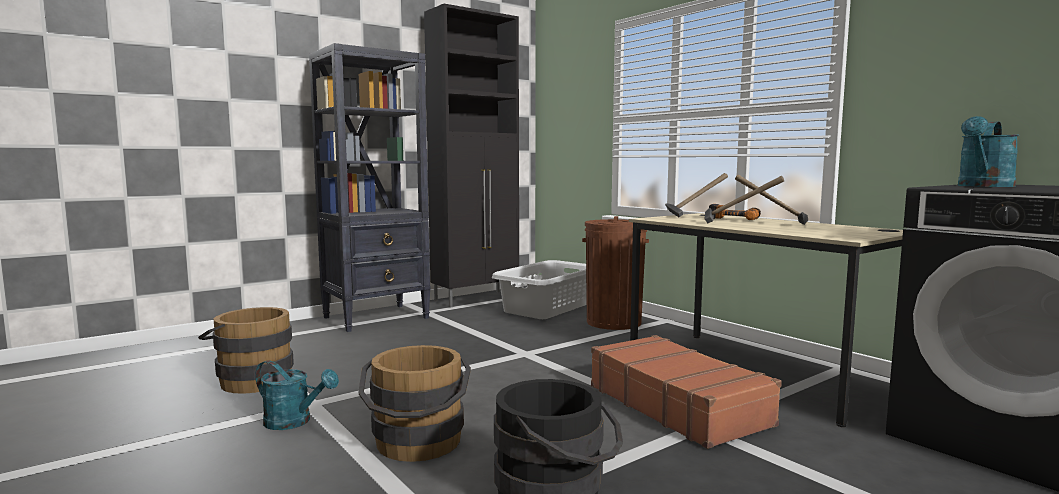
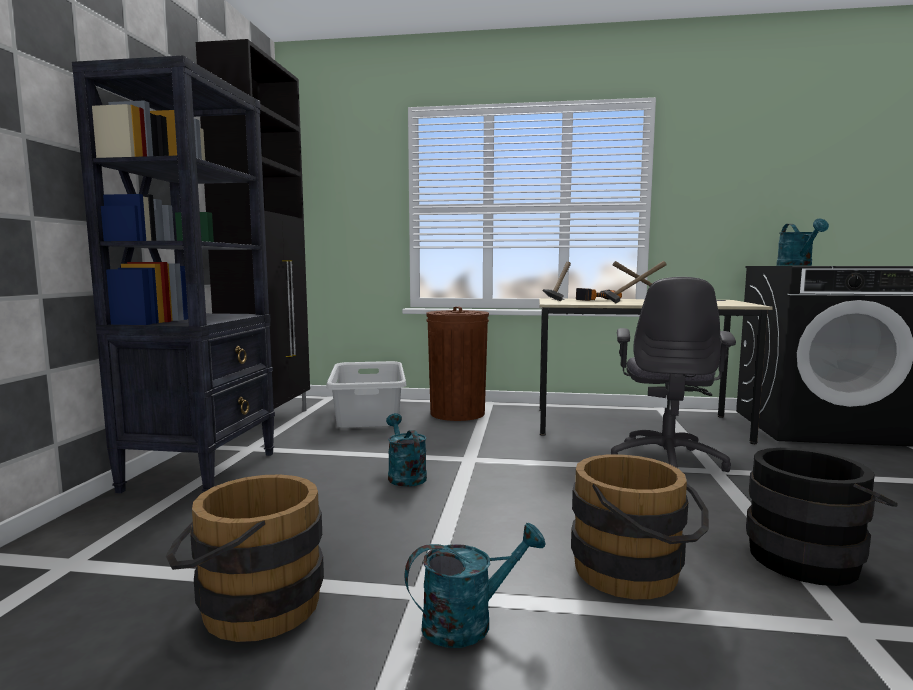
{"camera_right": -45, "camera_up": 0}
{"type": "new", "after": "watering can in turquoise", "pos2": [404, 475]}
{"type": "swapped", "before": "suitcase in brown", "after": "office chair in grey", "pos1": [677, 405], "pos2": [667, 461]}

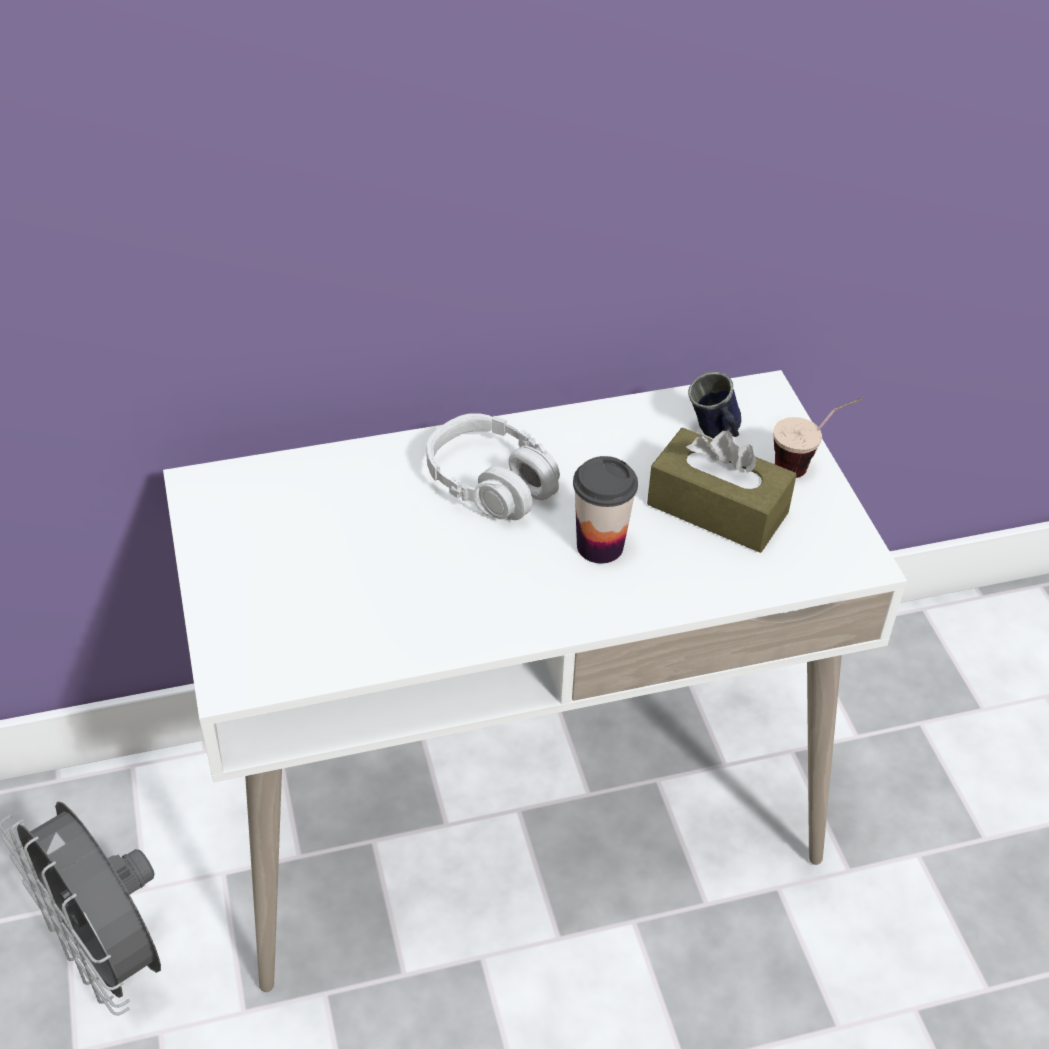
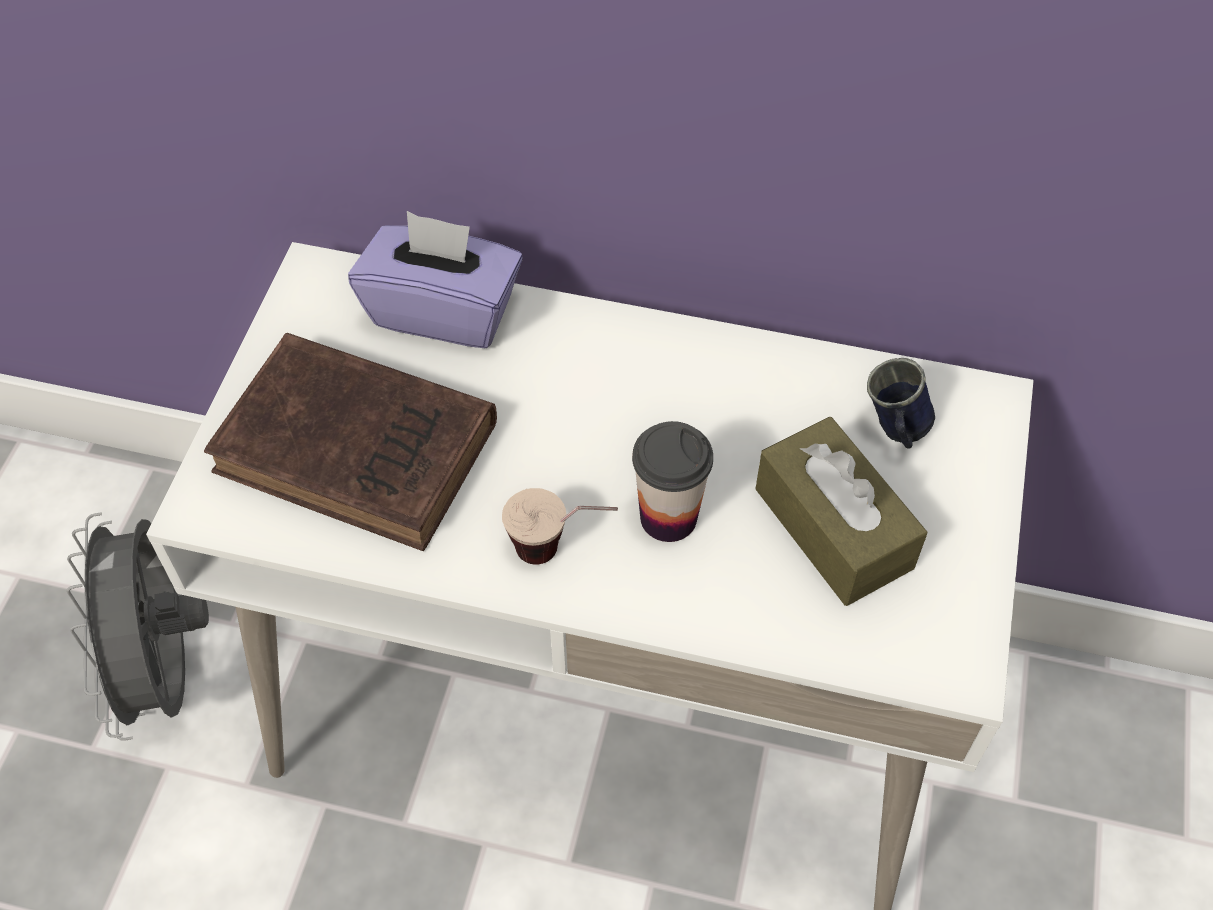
{"camera_right": 30, "camera_up": 10}
{"type": "new", "after": "book in brown", "pos2": [363, 450]}
{"type": "new", "after": "tissue box in purple", "pos2": [444, 311]}
{"type": "shifted", "before": "cup", "pos1": [808, 465], "pos2": [561, 552]}
{"type": "gone", "before": "headphones in grey", "pos1": [491, 483]}

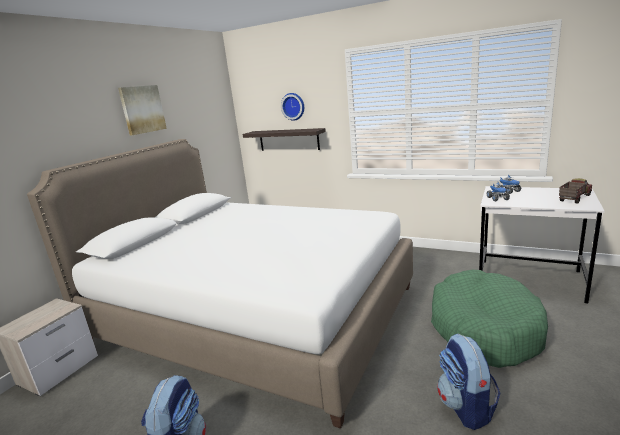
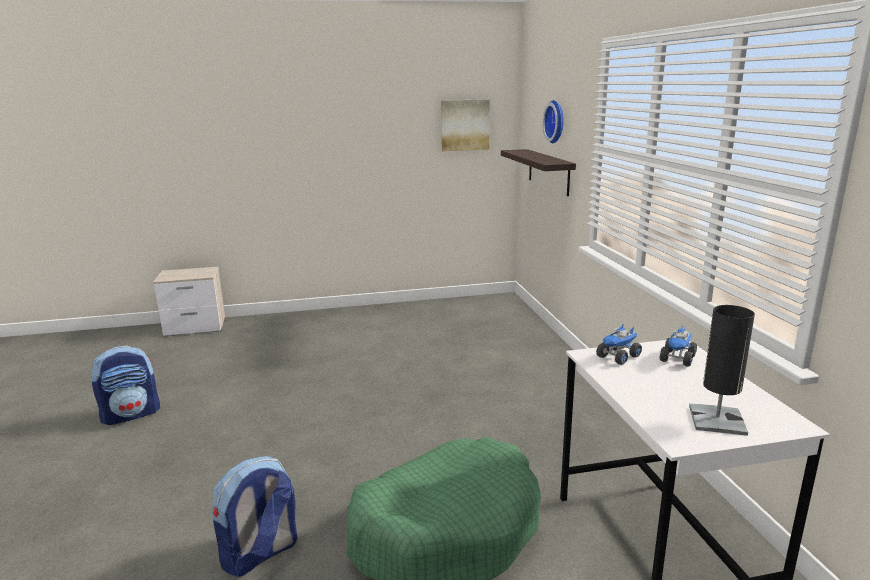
{"camera_right": 50, "camera_up": 0}
{"type": "shifted", "before": "picture", "pos1": [142, 109], "pos2": [464, 125]}
{"type": "swapped", "before": "toy truck", "after": "table lamp in black", "pos1": [573, 198], "pos2": [717, 420]}
{"type": "gone", "before": "bed in white", "pos1": [254, 314]}

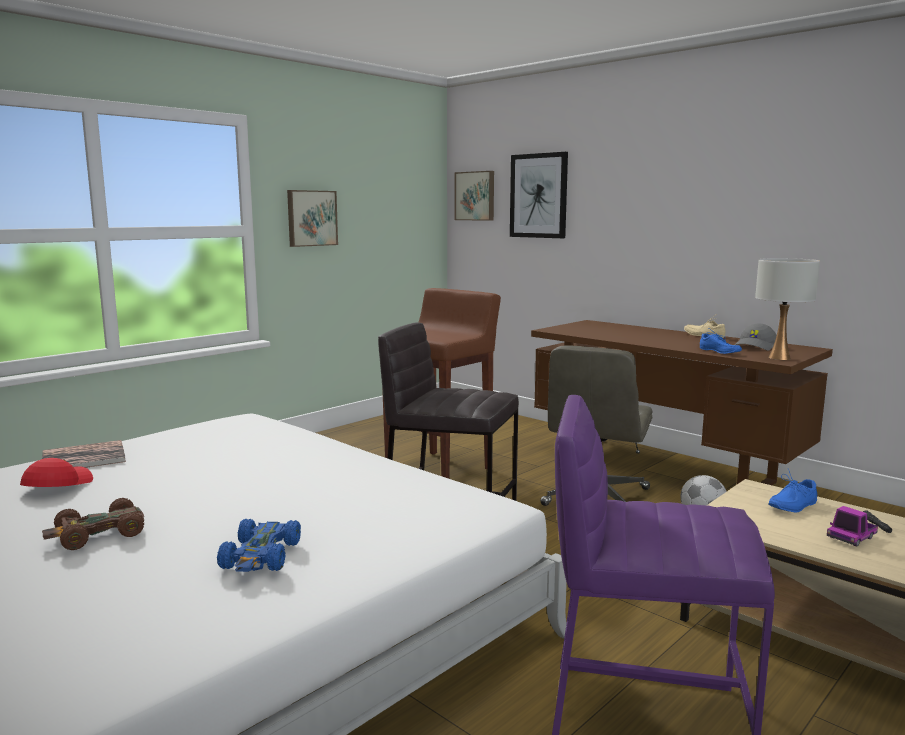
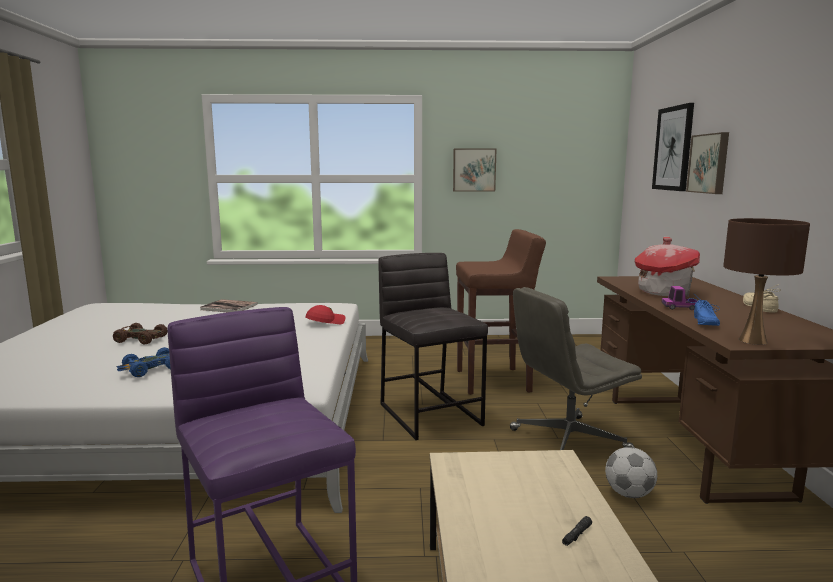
{"camera_right": 45, "camera_up": 0}
{"type": "shifted", "before": "cap in red", "pos1": [57, 486], "pos2": [325, 322]}
{"type": "new", "after": "toy house", "pos2": [664, 292]}
{"type": "shifted", "before": "toy truck", "pos1": [851, 537], "pos2": [680, 307]}
{"type": "shifted", "before": "picture", "pos1": [475, 196], "pos2": [709, 163]}
{"type": "repainted", "before": "table lamp in white", "after": "table lamp in brown", "pos1": [779, 358], "pos2": [752, 341]}
{"type": "gone", "before": "cap in grey", "pos1": [755, 346]}
{"type": "gone", "before": "shoe in blue", "pos1": [790, 505]}

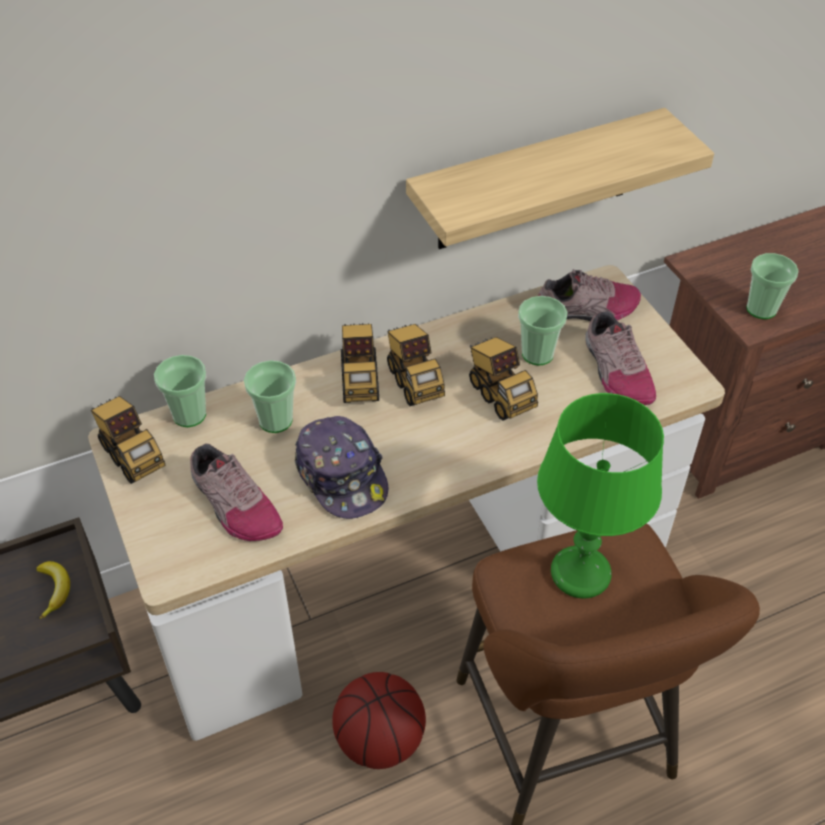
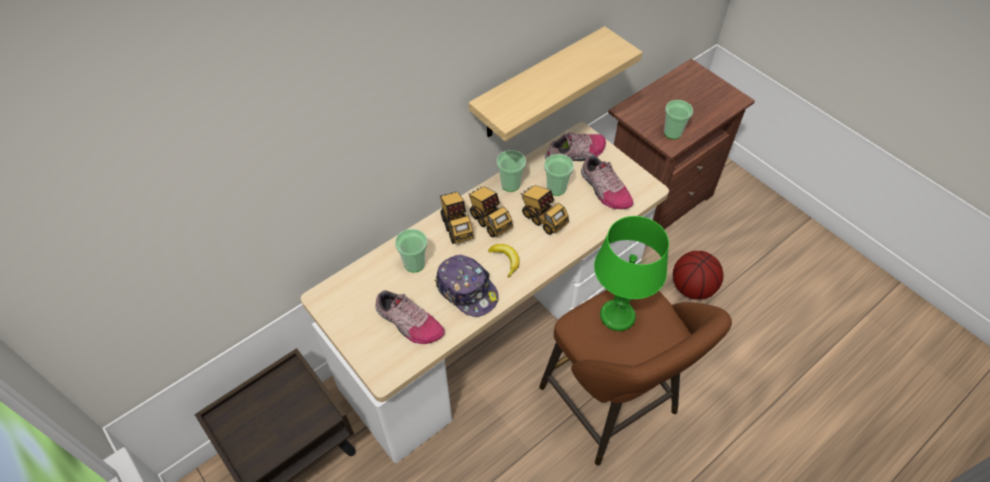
{"camera_right": -15, "camera_up": 5}
{"type": "shifted", "before": "banana", "pos1": [54, 590], "pos2": [505, 260]}
{"type": "shifted", "before": "cup", "pos1": [189, 414], "pos2": [510, 184]}
{"type": "shifted", "before": "basketball", "pos1": [381, 740], "pos2": [693, 288]}
{"type": "gone", "before": "toy truck", "pos1": [132, 455]}

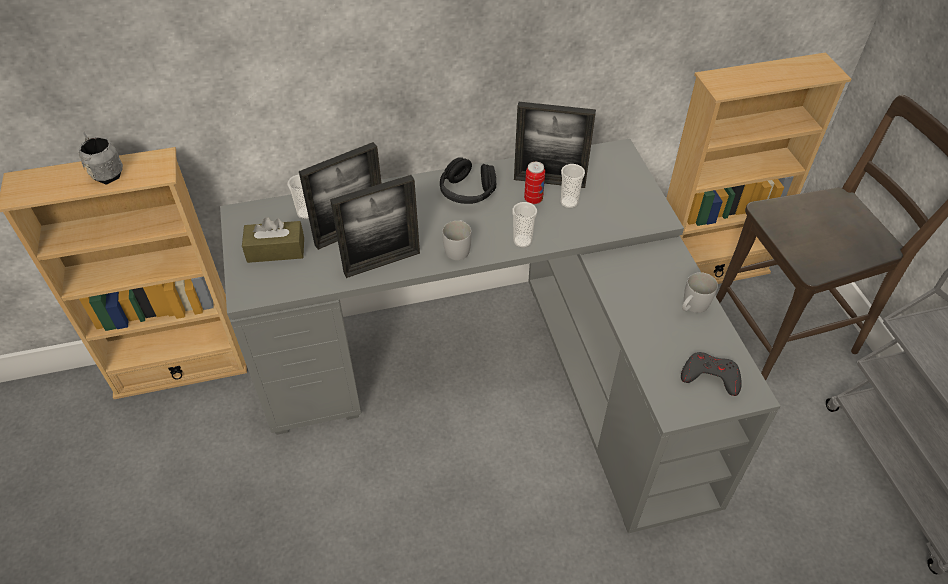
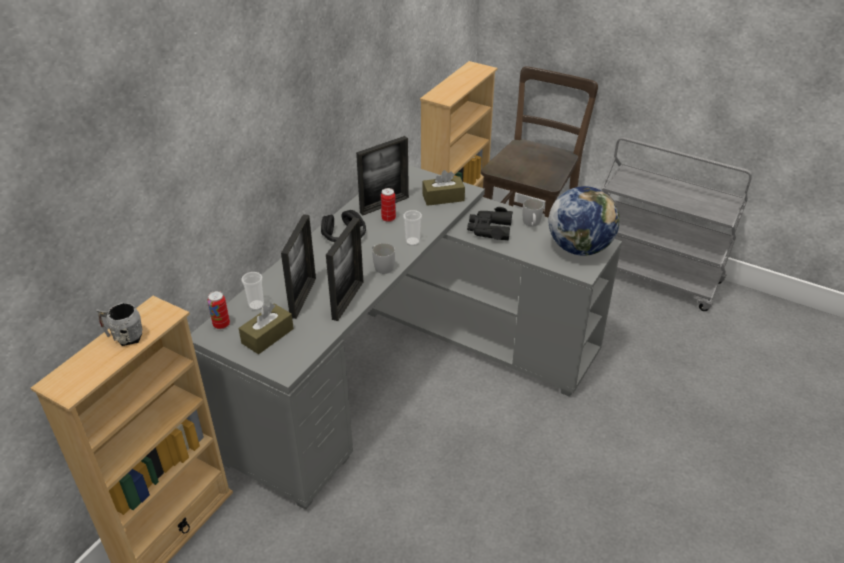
{"camera_right": -45, "camera_up": -10}
{"type": "new", "after": "can", "pos2": [221, 325]}
{"type": "new", "after": "tissue box in brown", "pos2": [443, 198]}
{"type": "new", "after": "binoculars in black", "pos2": [489, 229]}
{"type": "swapped", "before": "game controller in grey", "after": "globe", "pos1": [710, 376], "pos2": [579, 248]}
{"type": "gone", "before": "cup", "pos1": [569, 202]}

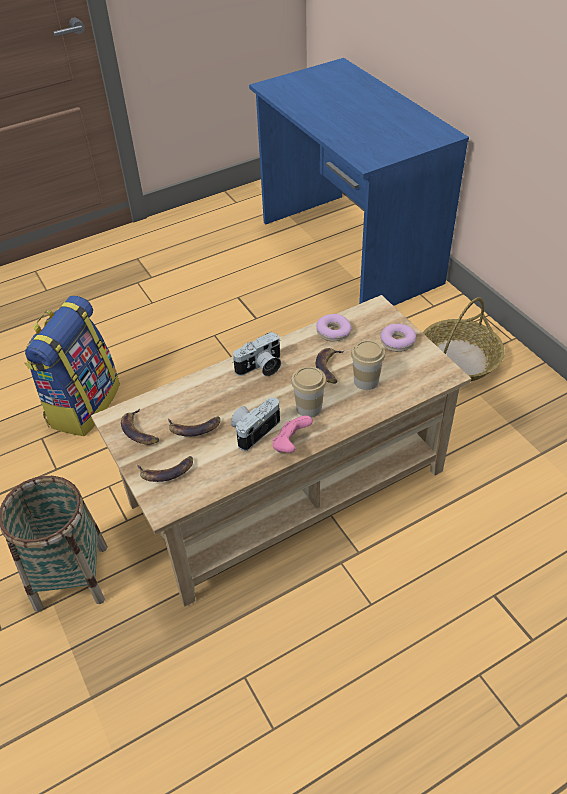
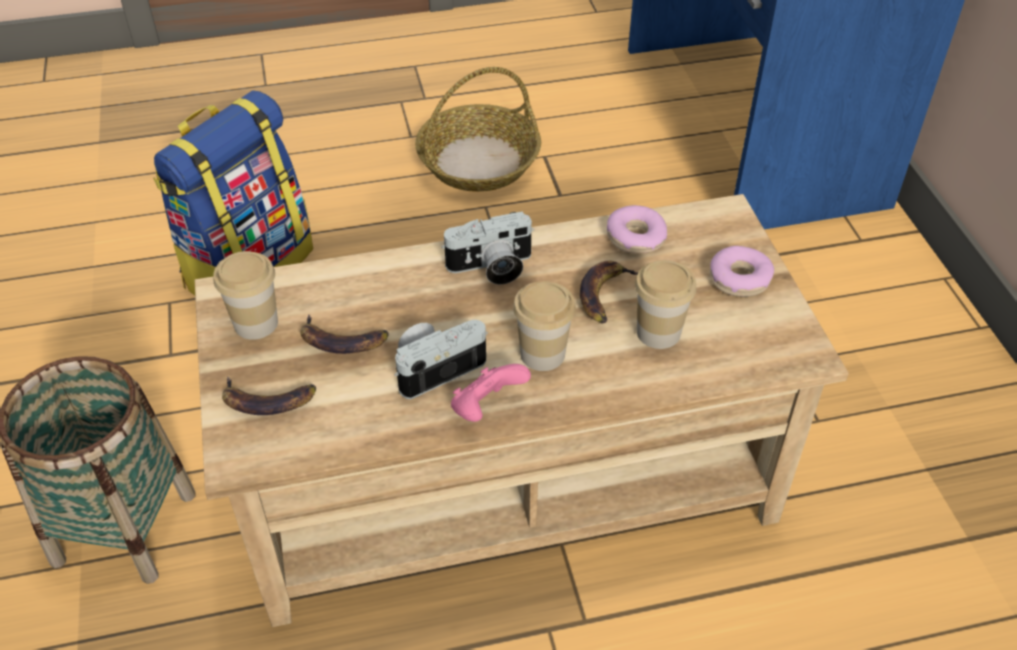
{"camera_right": 15, "camera_up": 0}
{"type": "swapped", "before": "banana", "after": "cup", "pos1": [139, 431], "pos2": [256, 323]}
{"type": "shifted", "before": "basket", "pos1": [458, 360], "pos2": [478, 162]}

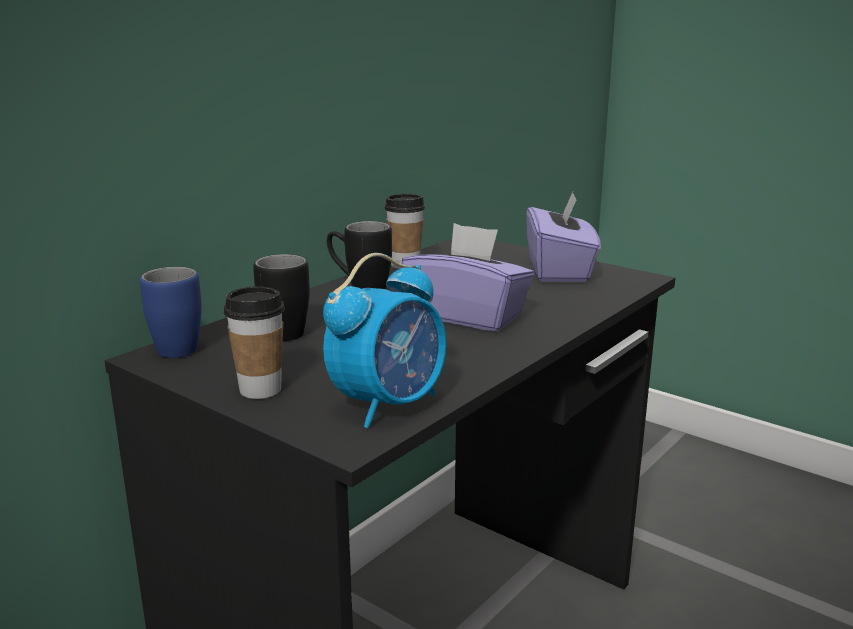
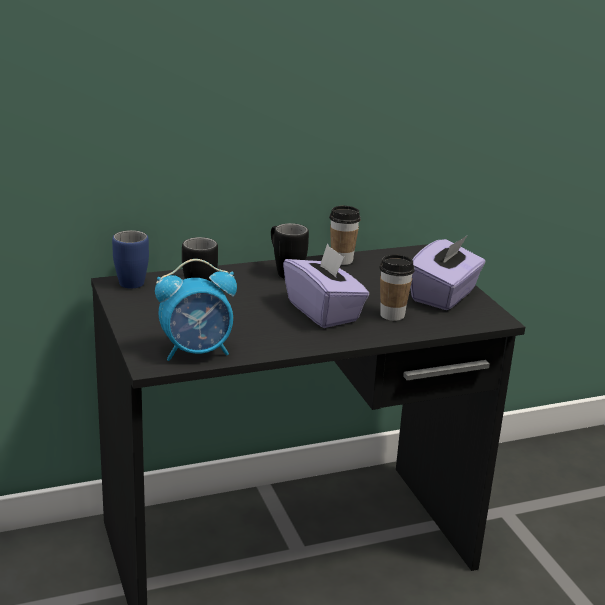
{"camera_right": 30, "camera_up": 5}
{"type": "shifted", "before": "cup", "pos1": [260, 390], "pos2": [392, 315]}

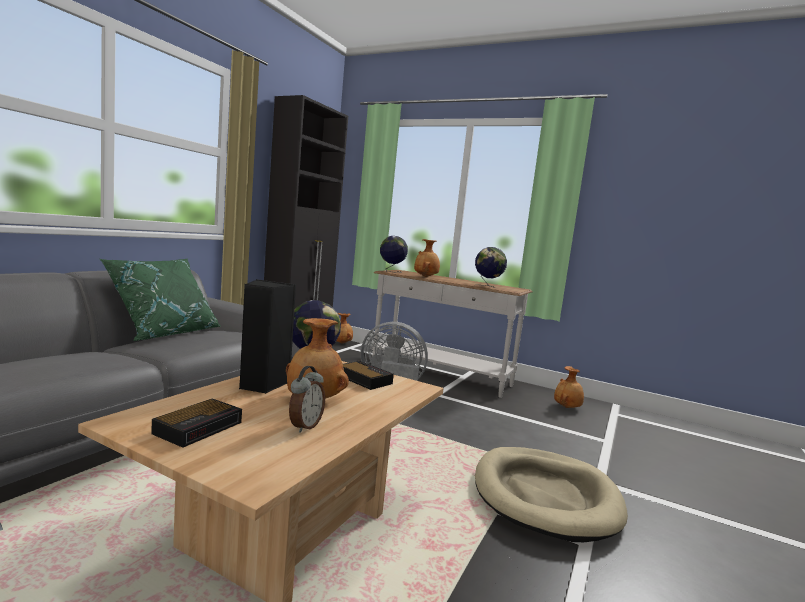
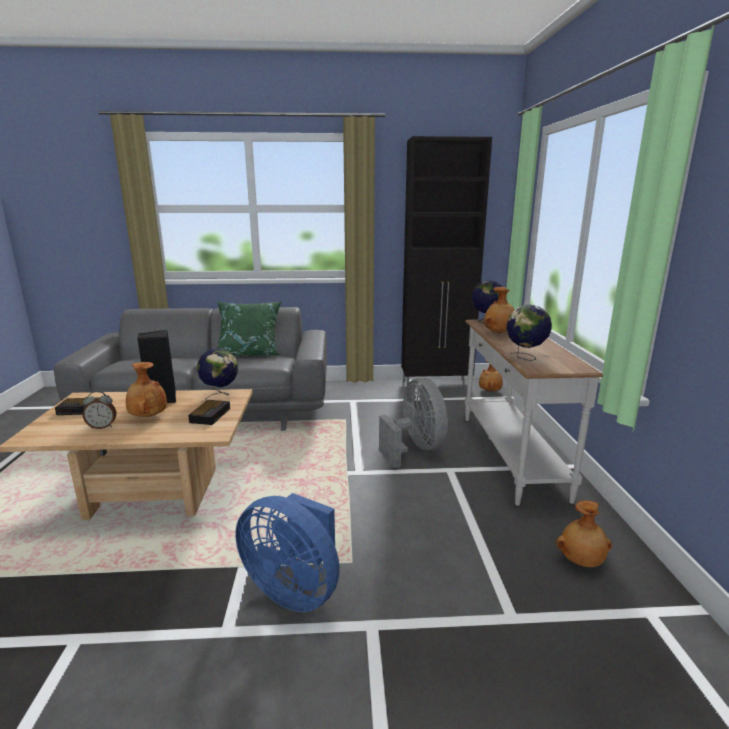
{"camera_right": 60, "camera_up": 10}
{"type": "swapped", "before": "dog bed in beige", "after": "fan in blue", "pos1": [545, 496], "pos2": [295, 589]}

